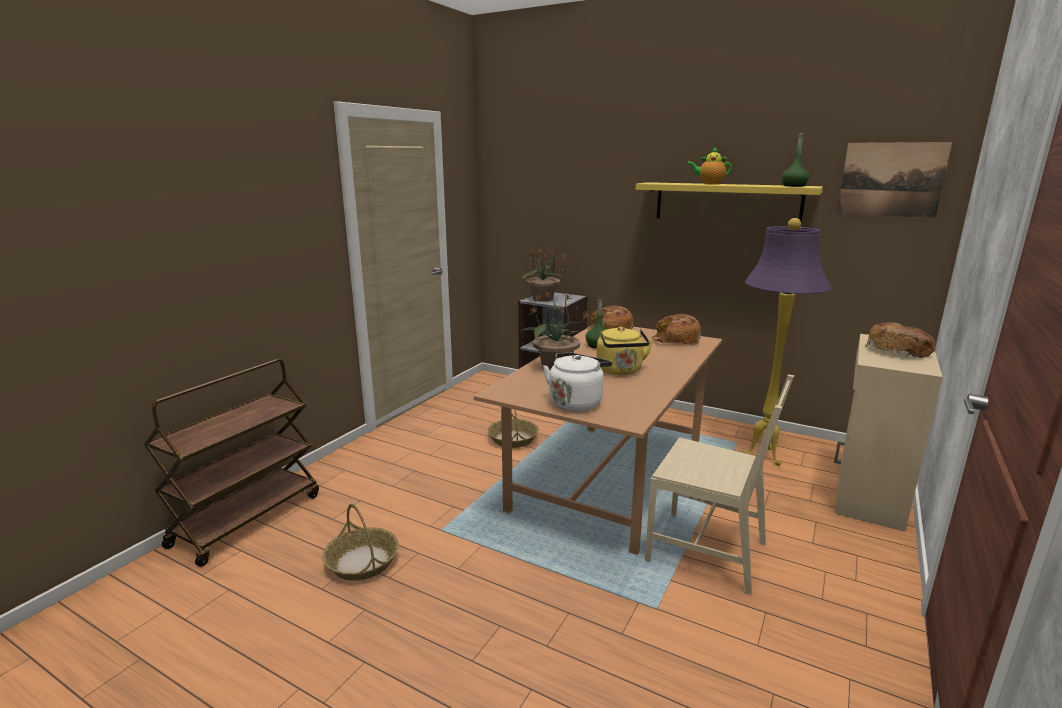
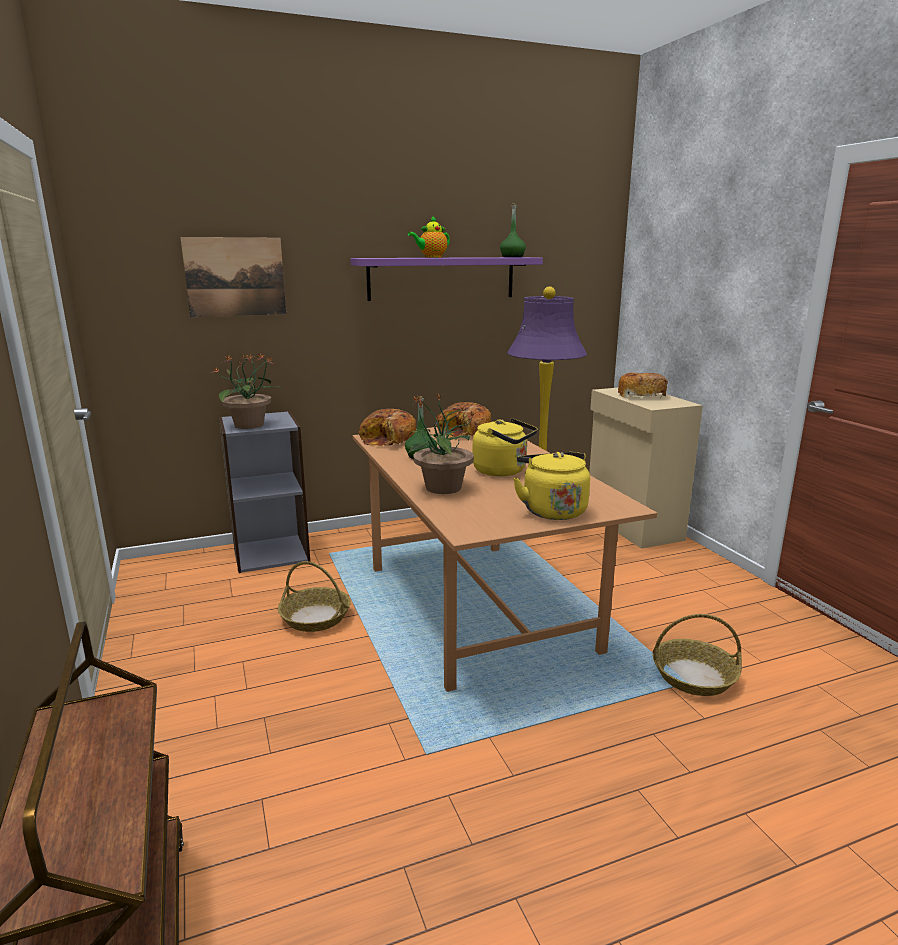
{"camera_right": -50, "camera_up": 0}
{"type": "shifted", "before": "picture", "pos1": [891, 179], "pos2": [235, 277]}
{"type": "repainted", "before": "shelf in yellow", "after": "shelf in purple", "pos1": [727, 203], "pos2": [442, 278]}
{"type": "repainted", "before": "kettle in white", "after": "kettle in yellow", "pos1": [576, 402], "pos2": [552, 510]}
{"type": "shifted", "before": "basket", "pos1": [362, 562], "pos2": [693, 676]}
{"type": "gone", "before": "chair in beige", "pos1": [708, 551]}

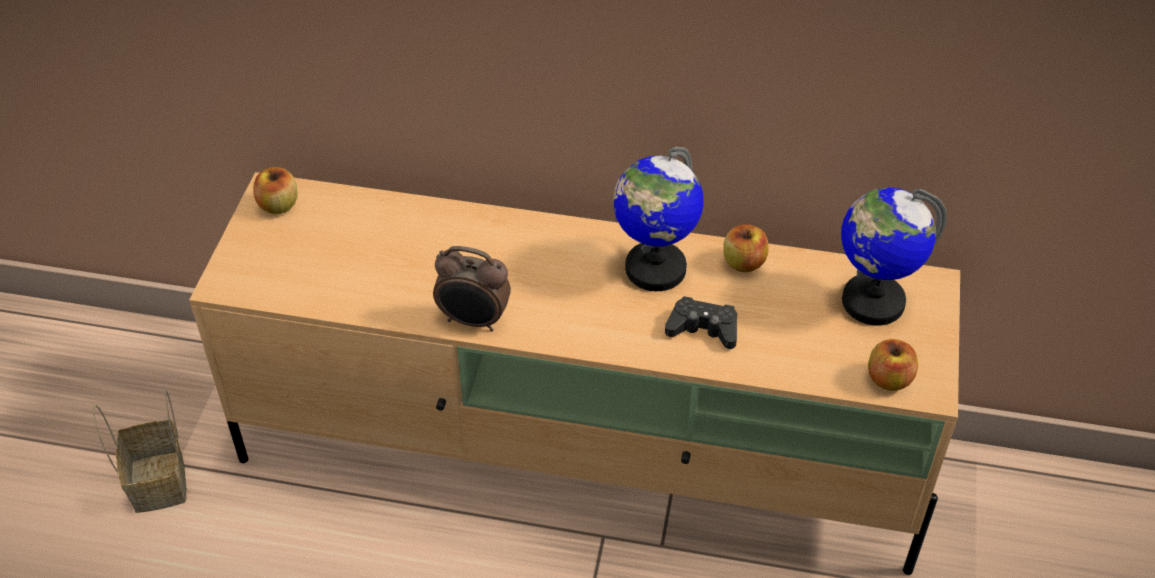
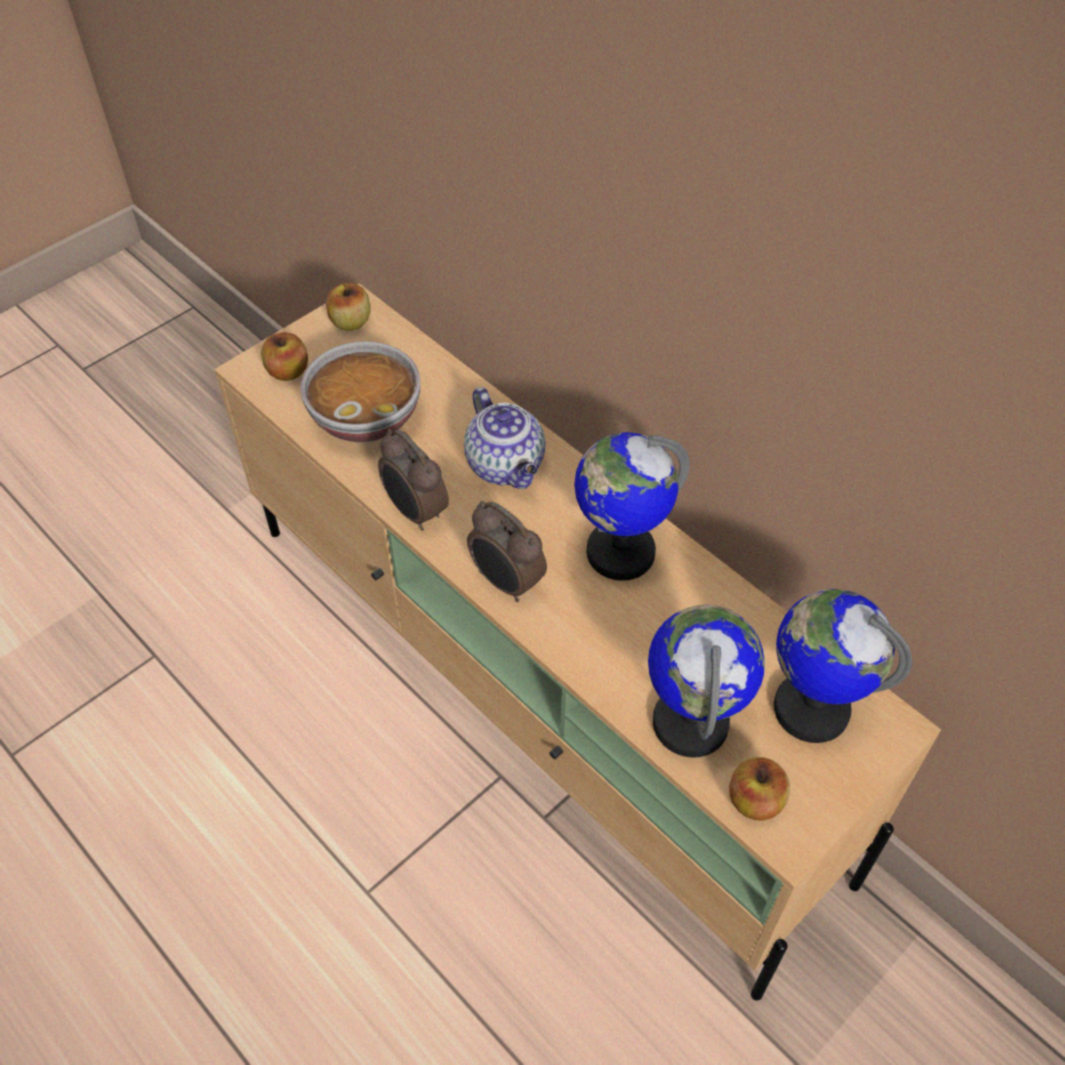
{"camera_right": 35, "camera_up": 5}
{"type": "shifted", "before": "apple", "pos1": [743, 263], "pos2": [288, 371]}
{"type": "new", "after": "bowl", "pos2": [366, 416]}
{"type": "new", "after": "teapot", "pos2": [507, 466]}
{"type": "new", "after": "alarm clock", "pos2": [506, 582]}
{"type": "new", "after": "globe", "pos2": [691, 722]}
{"type": "gone", "before": "basket", "pos1": [160, 483]}
{"type": "gone", "before": "game controller in black", "pos1": [703, 329]}

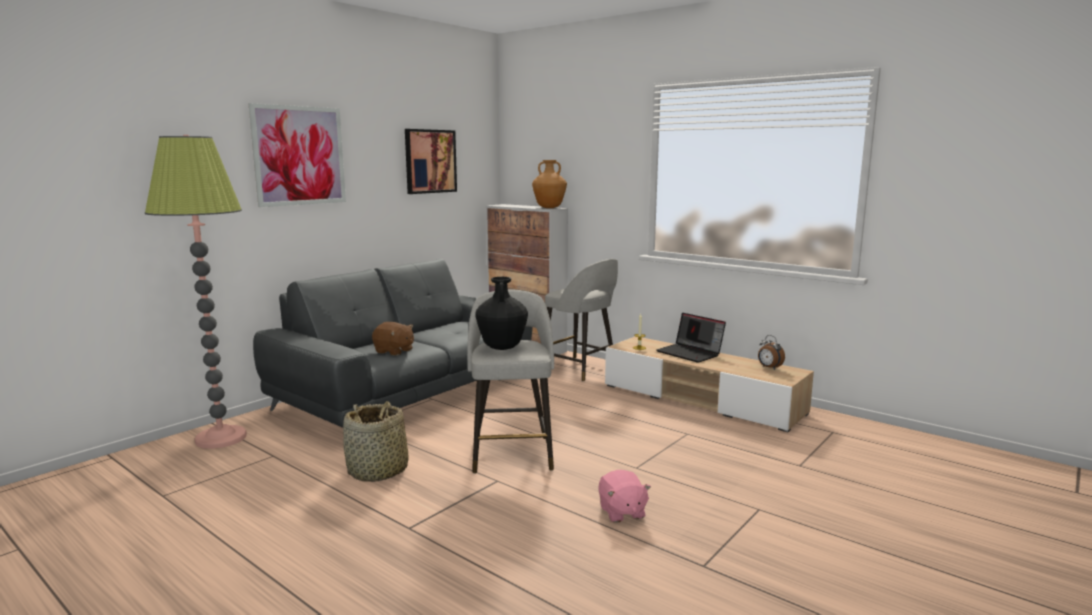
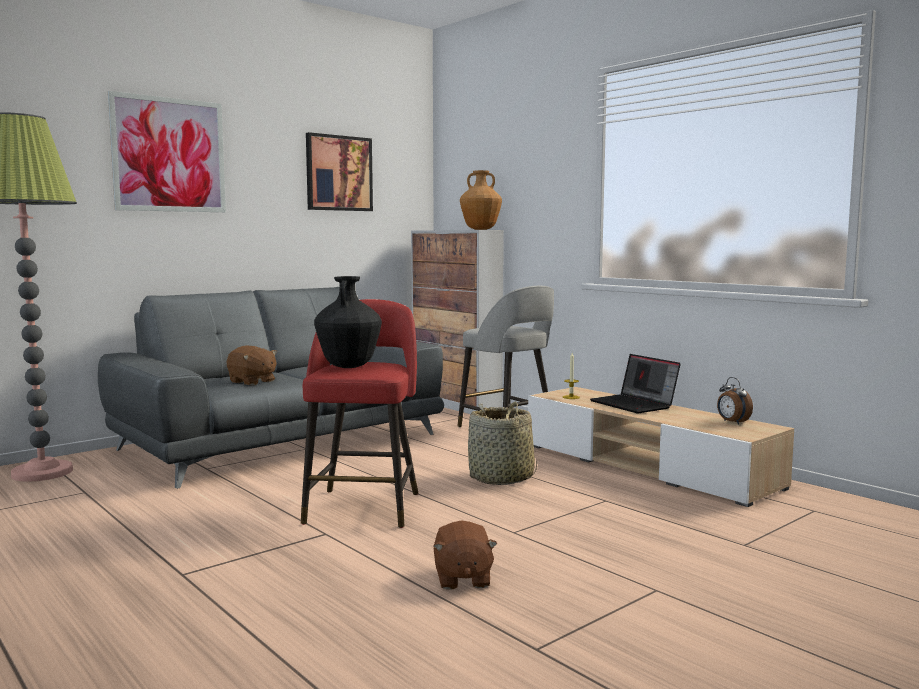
{"camera_right": 10, "camera_up": -5}
{"type": "repainted", "before": "stool in grey", "after": "stool in red", "pos1": [512, 453], "pos2": [364, 506]}
{"type": "repainted", "before": "plush toy in pink", "after": "plush toy in brown", "pos1": [621, 512], "pos2": [462, 579]}
{"type": "shifted", "before": "basket", "pos1": [378, 471], "pos2": [501, 478]}

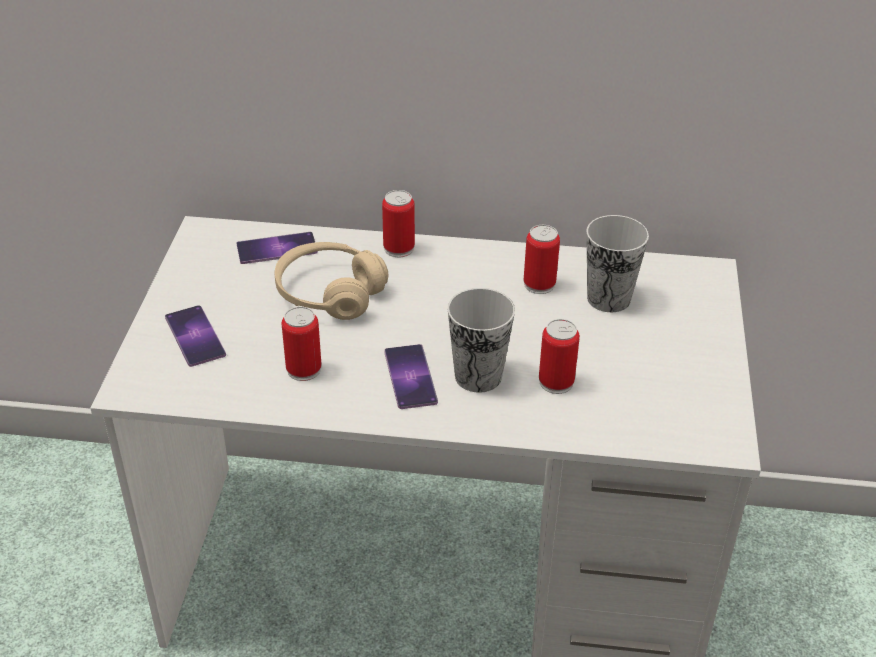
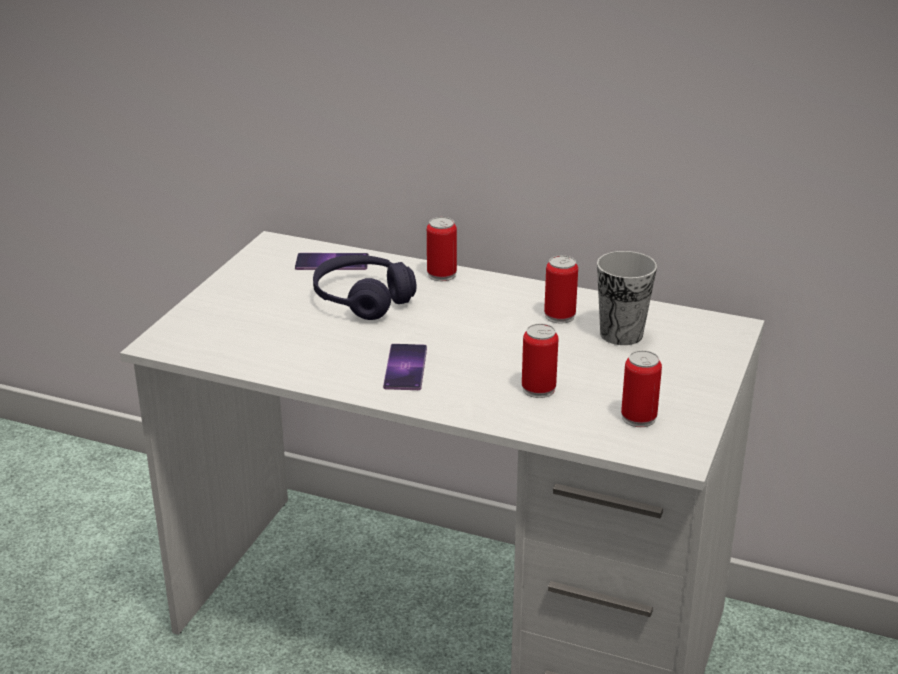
{"camera_right": 15, "camera_up": -10}
{"type": "repainted", "before": "headphones in beige", "after": "headphones in purple", "pos1": [329, 293], "pos2": [363, 299]}
{"type": "shifted", "before": "can", "pos1": [304, 369], "pos2": [638, 418]}
{"type": "gone", "before": "phone", "pos1": [195, 336]}
{"type": "gone", "before": "cup", "pos1": [478, 376]}

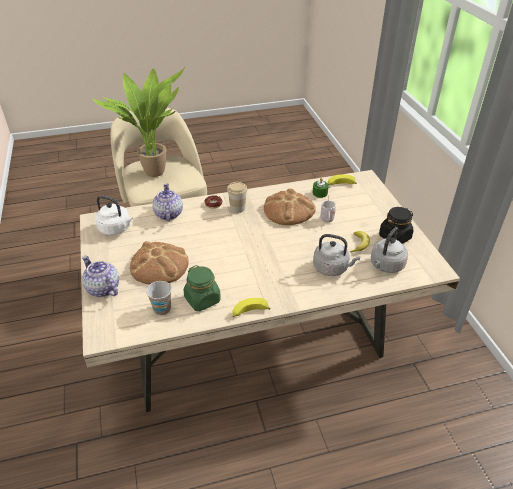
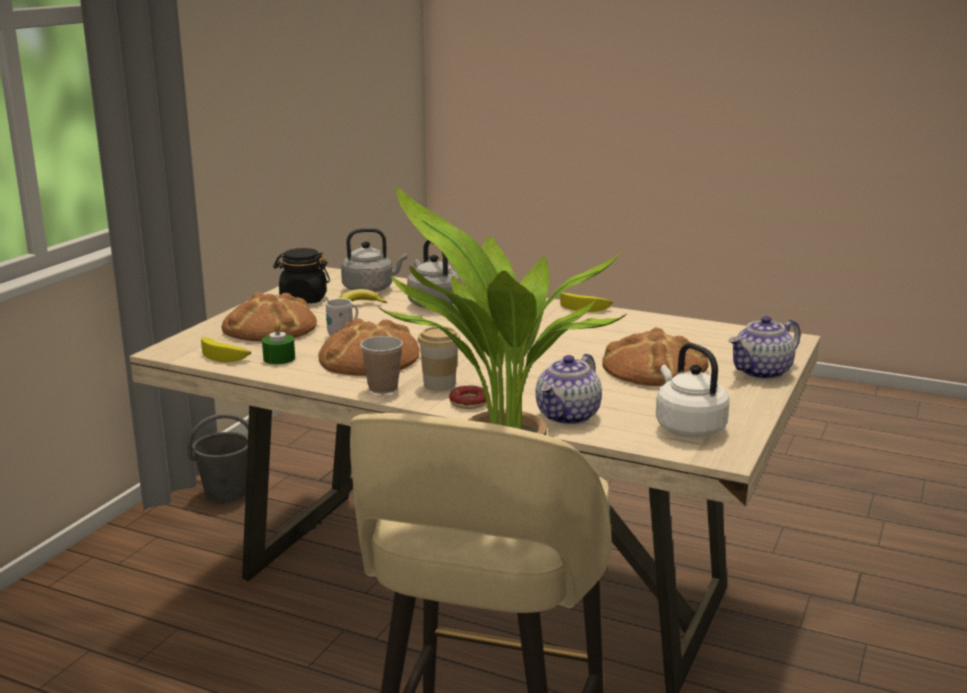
{"camera_right": -140, "camera_up": -20}
{"type": "new", "after": "bucket in grey", "pos2": [227, 493]}
{"type": "new", "after": "bread", "pos2": [270, 327]}
{"type": "shifted", "before": "cup", "pos1": [162, 309], "pos2": [383, 388]}
{"type": "rotated", "before": "teapot", "pos1": [102, 288], "pos2": [762, 372], "turn": 60}
{"type": "gone", "before": "jar in green", "pos1": [202, 300]}

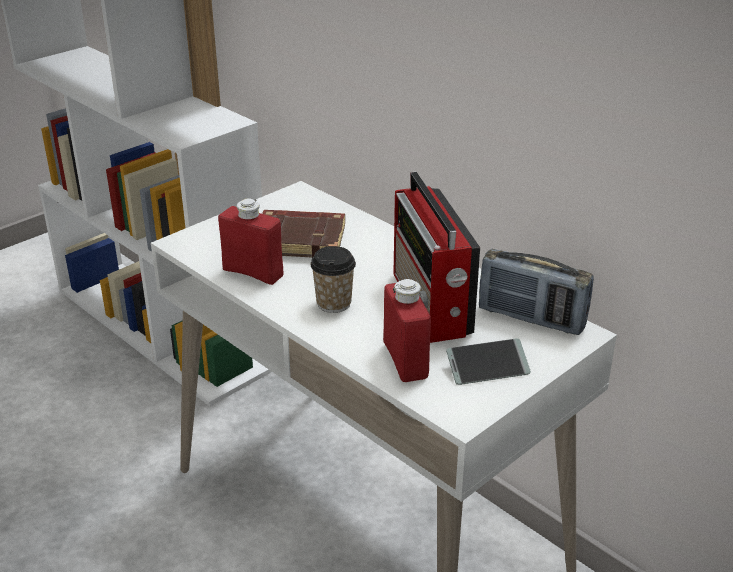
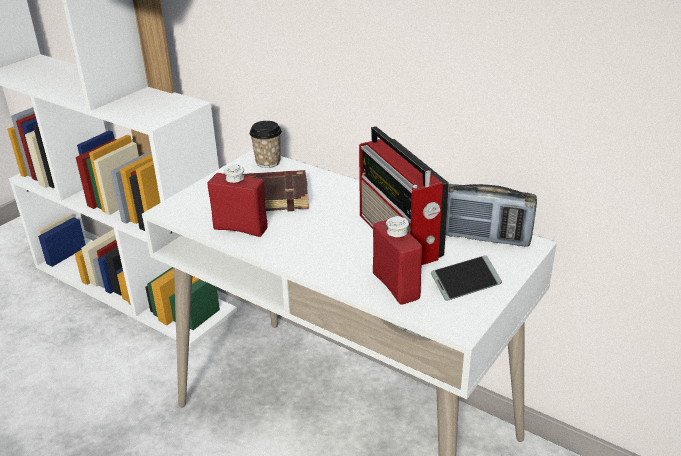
{"camera_right": -10, "camera_up": 0}
{"type": "shifted", "before": "cup", "pos1": [334, 303], "pos2": [268, 162]}

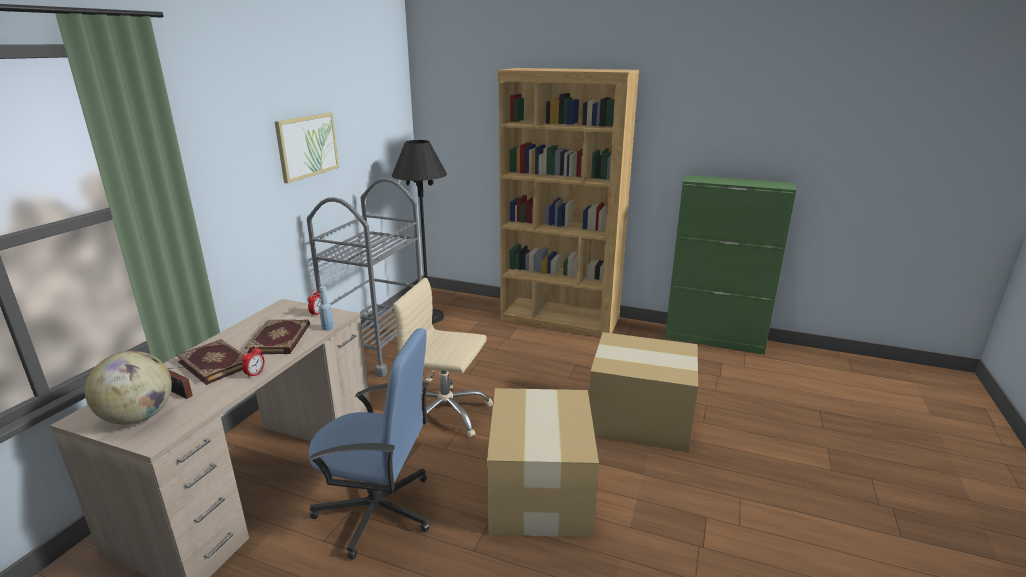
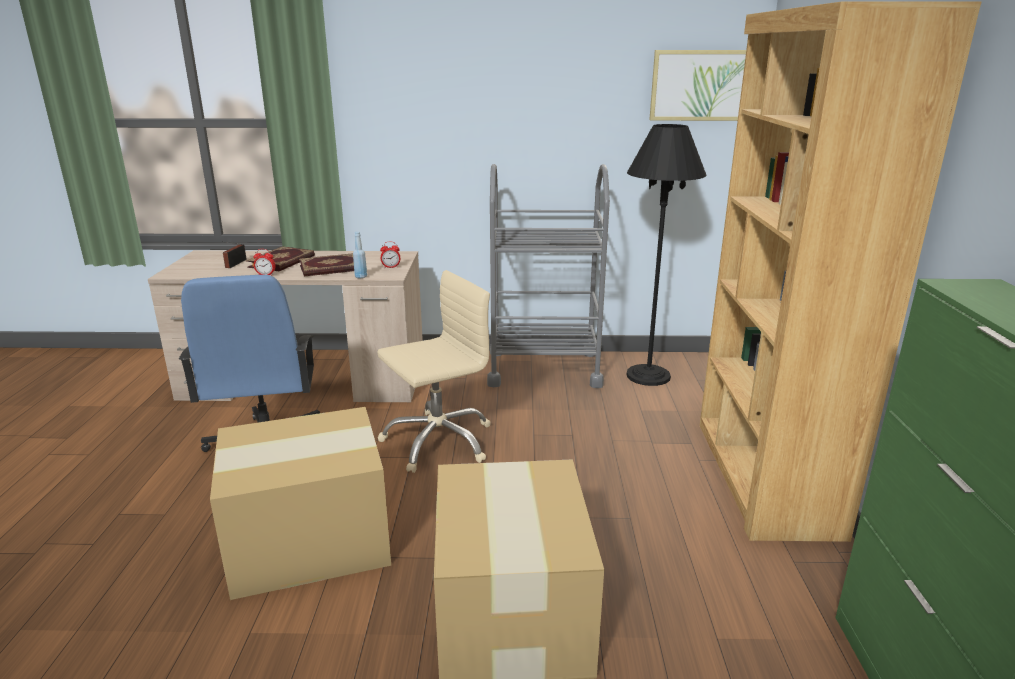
{"camera_right": 70, "camera_up": 0}
{"type": "rotated", "before": "office chair in beige", "pos1": [445, 414], "pos2": [438, 441], "turn": 60}
{"type": "shifted", "before": "picture", "pos1": [307, 146], "pos2": [698, 85]}
{"type": "gone", "before": "globe", "pos1": [139, 417]}

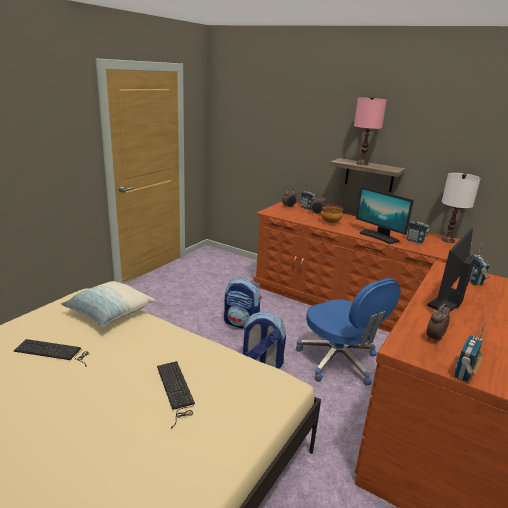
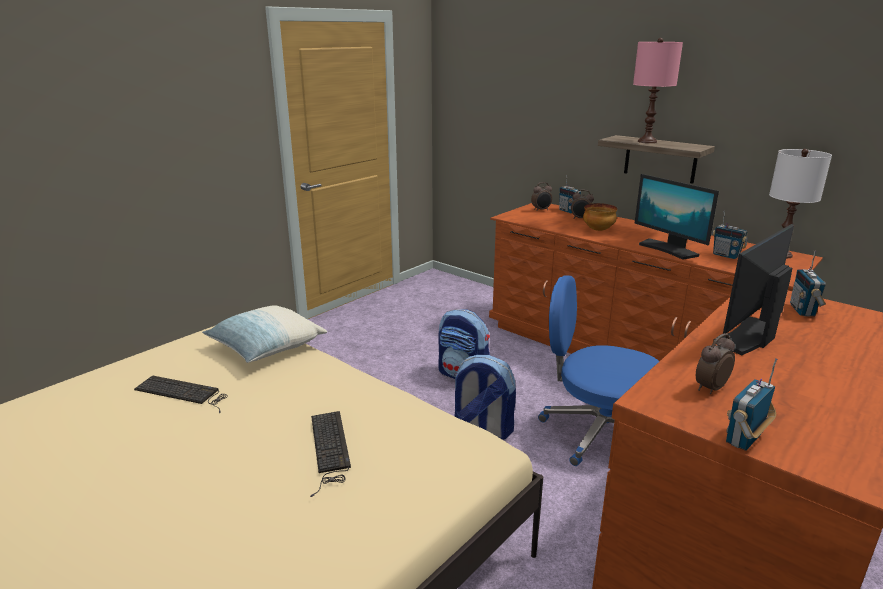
{"camera_right": 10, "camera_up": 0}
{"type": "rotated", "before": "office chair in blue", "pos1": [339, 361], "pos2": [599, 432], "turn": 135}

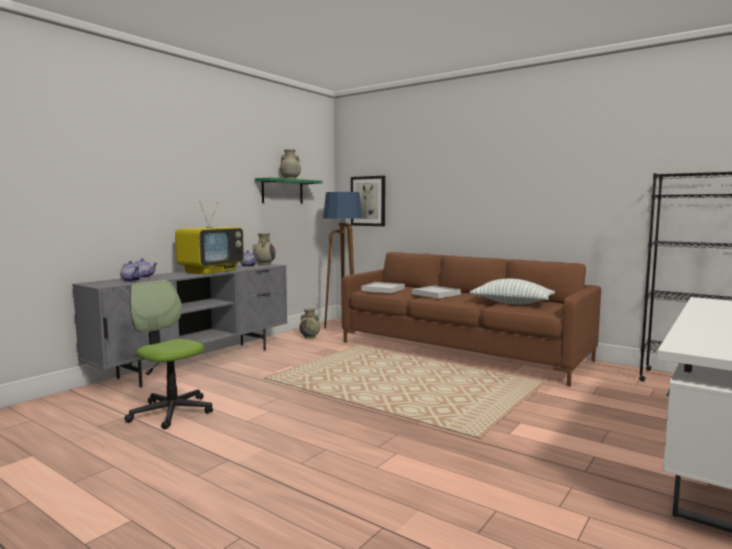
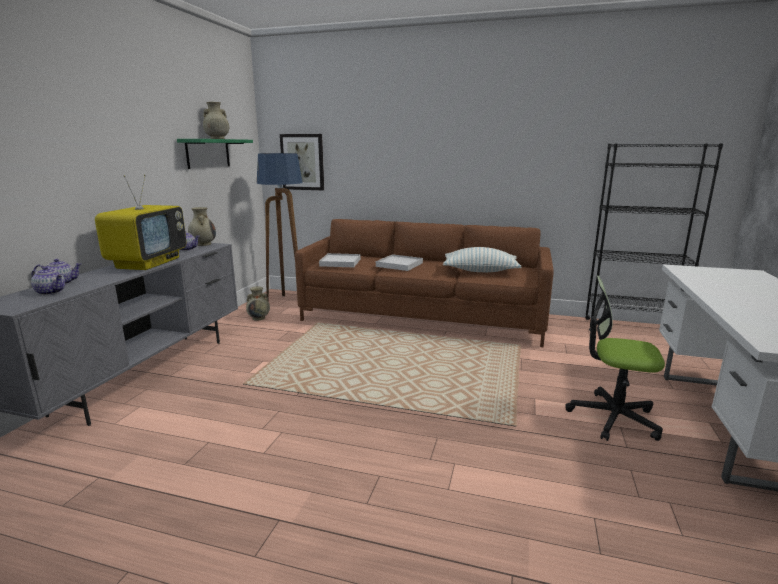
{"camera_right": -20, "camera_up": 10}
{"type": "shifted", "before": "office chair", "pos1": [171, 412], "pos2": [613, 418]}

